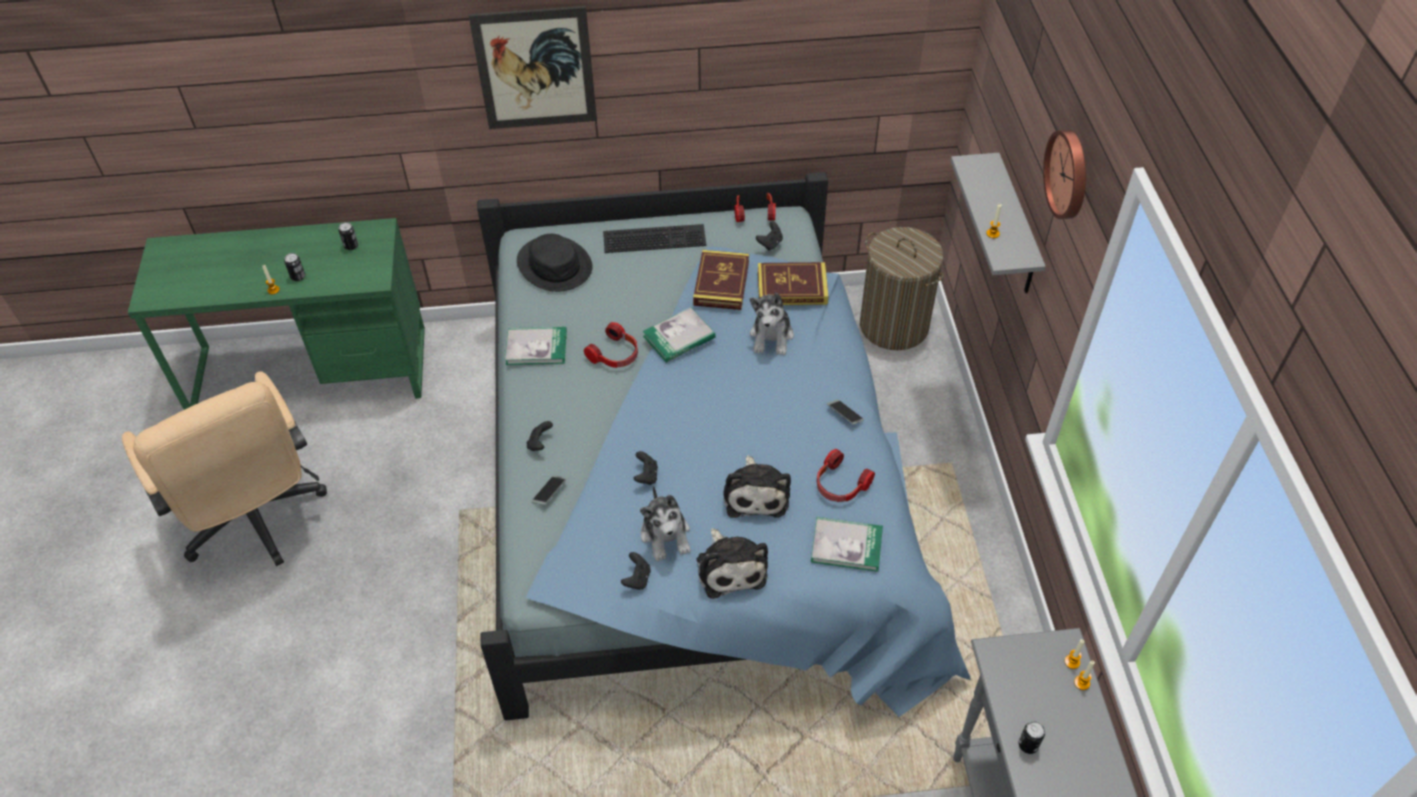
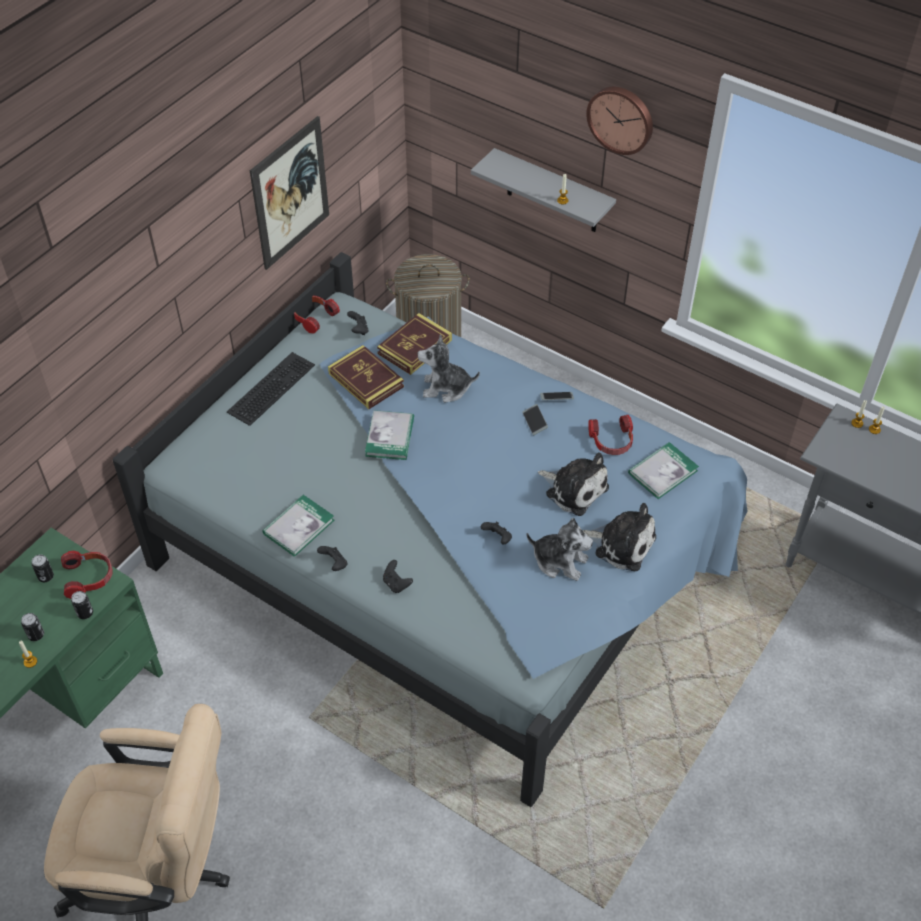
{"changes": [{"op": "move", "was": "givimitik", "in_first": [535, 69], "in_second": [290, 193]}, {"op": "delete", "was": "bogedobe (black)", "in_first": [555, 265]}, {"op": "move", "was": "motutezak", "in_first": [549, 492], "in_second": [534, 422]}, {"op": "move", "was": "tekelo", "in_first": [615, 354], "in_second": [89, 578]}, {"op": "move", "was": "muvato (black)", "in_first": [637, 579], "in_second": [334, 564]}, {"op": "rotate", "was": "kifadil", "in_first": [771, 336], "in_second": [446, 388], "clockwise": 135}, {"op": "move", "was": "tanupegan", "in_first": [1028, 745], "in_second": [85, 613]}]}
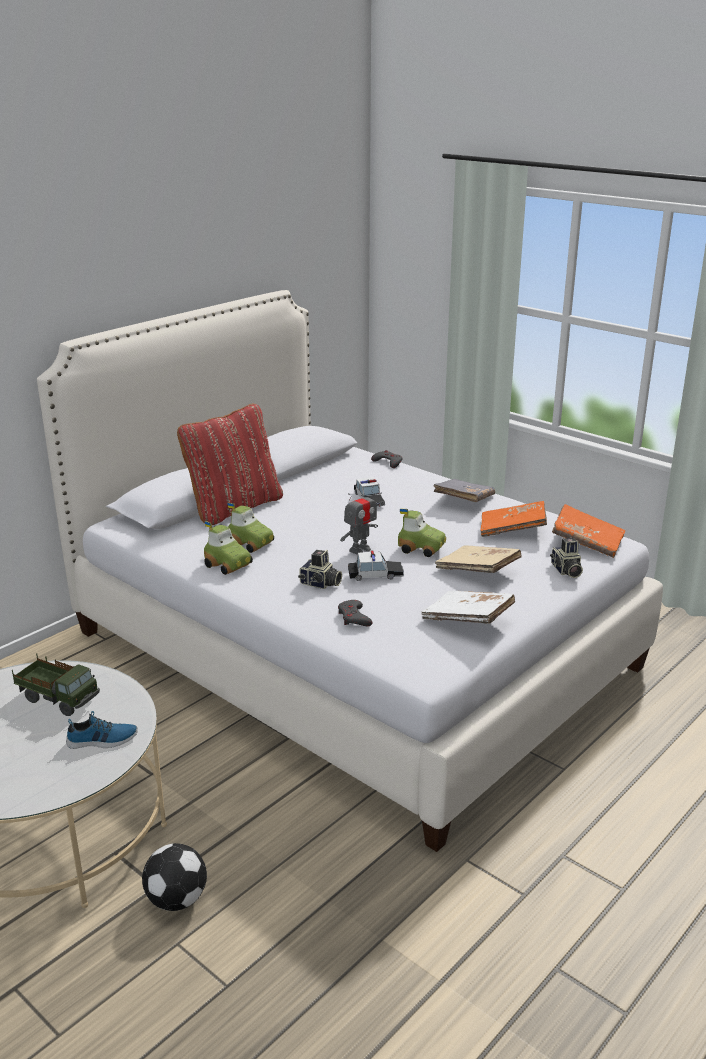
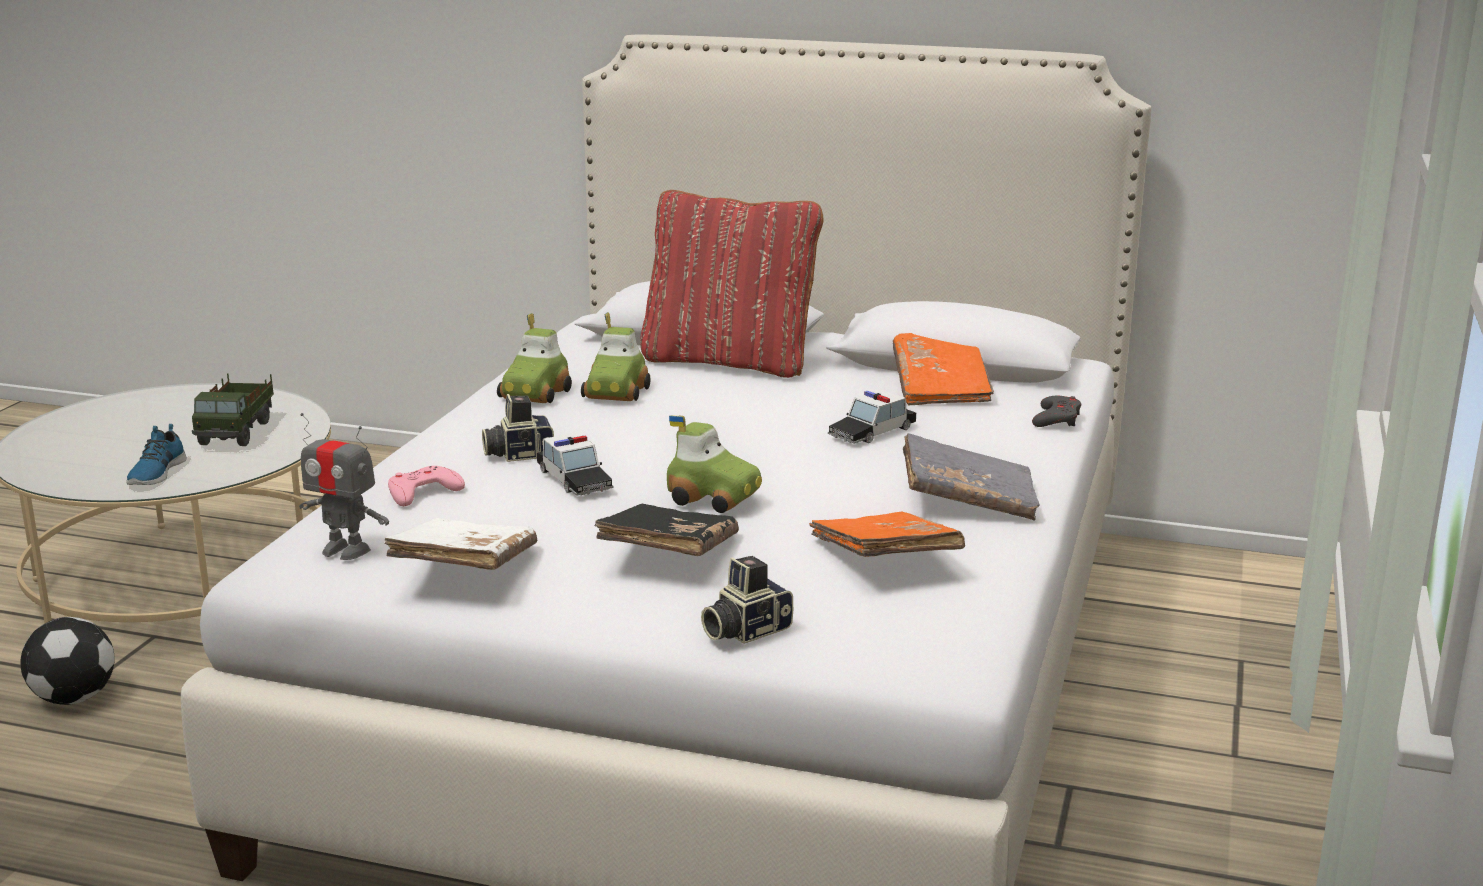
{"changes": [{"op": "rotate", "was": "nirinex", "in_first": [102, 740], "in_second": [155, 473], "clockwise": 45}, {"op": "rotate", "was": "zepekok", "in_first": [320, 584], "in_second": [518, 454], "clockwise": 75}, {"op": "recolor", "was": "muvato (grey)", "now": "muvato (pink)", "in_first": [354, 617], "in_second": [423, 492]}, {"op": "move", "was": "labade", "in_first": [360, 549], "in_second": [345, 550]}, {"op": "rotate", "was": "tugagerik", "in_first": [421, 548], "in_second": [715, 497], "clockwise": -60}, {"op": "recolor", "was": "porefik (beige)", "now": "porefik (black)", "in_first": [477, 571], "in_second": [668, 554]}, {"op": "move", "was": "porefik (orange)", "in_first": [587, 542], "in_second": [940, 387]}]}
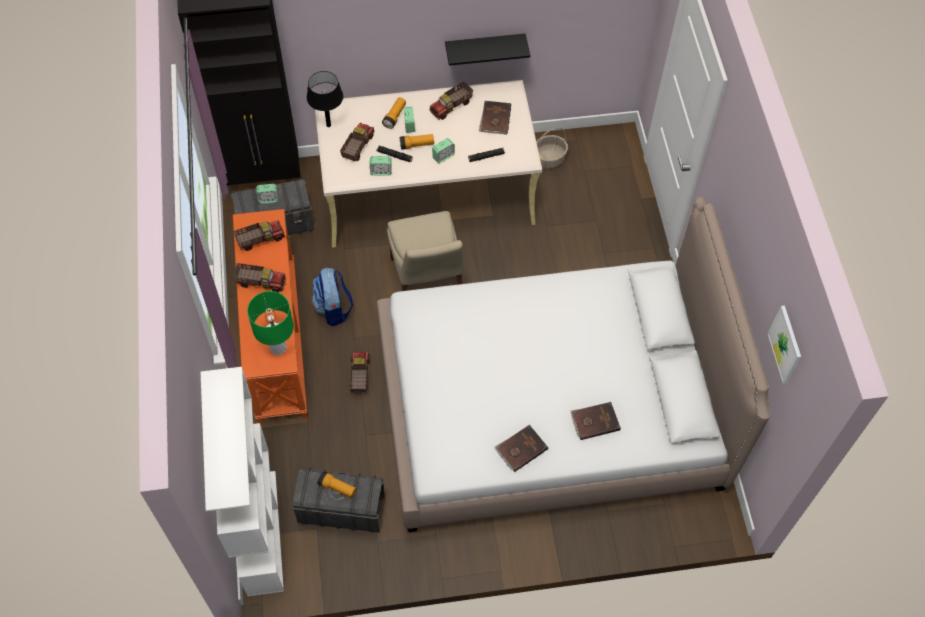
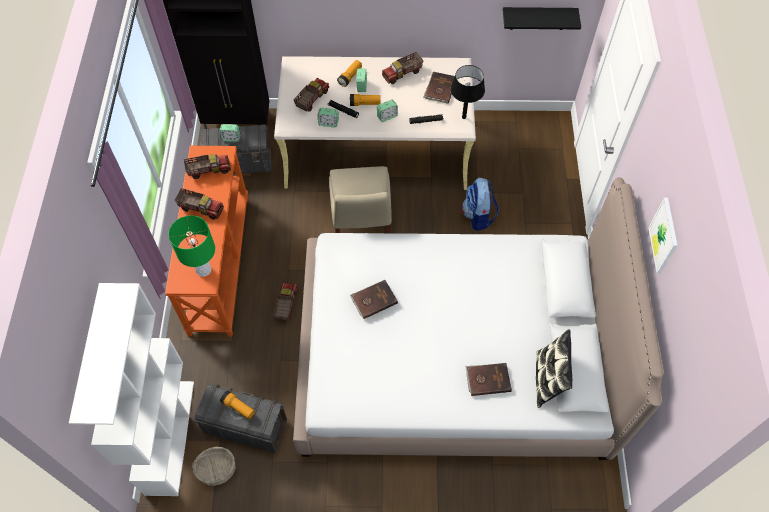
{"changes": [{"op": "move", "was": "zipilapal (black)", "in_first": [328, 125], "in_second": [463, 117]}, {"op": "move", "was": "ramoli", "in_first": [334, 309], "in_second": [478, 216]}, {"op": "move", "was": "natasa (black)", "in_first": [484, 48], "in_second": [538, 18]}, {"op": "move", "was": "porefik (brown)", "in_first": [521, 449], "in_second": [373, 299]}, {"op": "move", "was": "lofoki", "in_first": [548, 159], "in_second": [217, 470]}, {"op": "move", "was": "givimitik", "in_first": [785, 344], "in_second": [664, 236]}, {"op": "insert", "now": "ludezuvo", "in_second": [548, 379]}]}
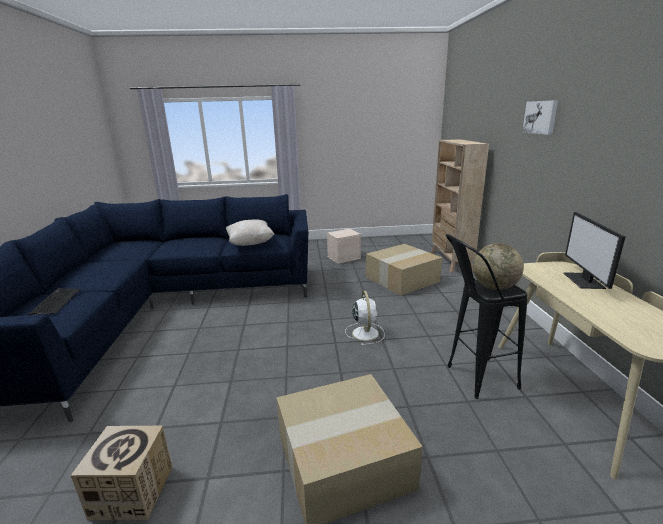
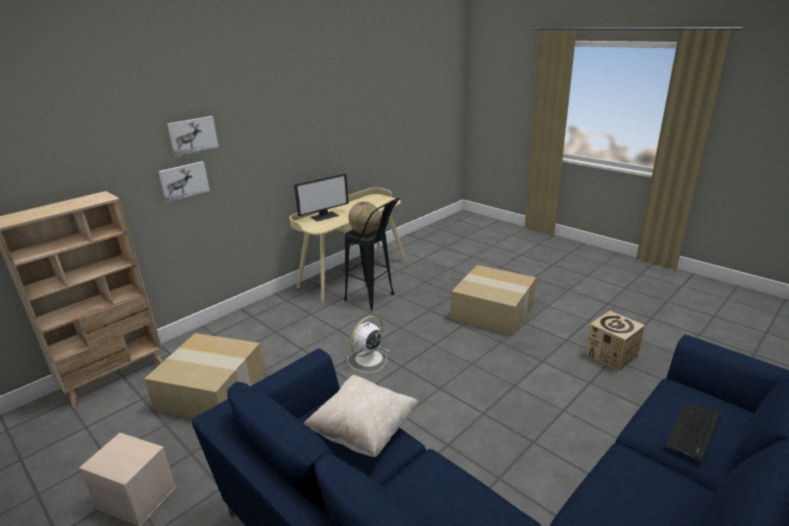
{"changes": [{"op": "insert", "now": "givimitik", "in_second": [184, 181]}]}
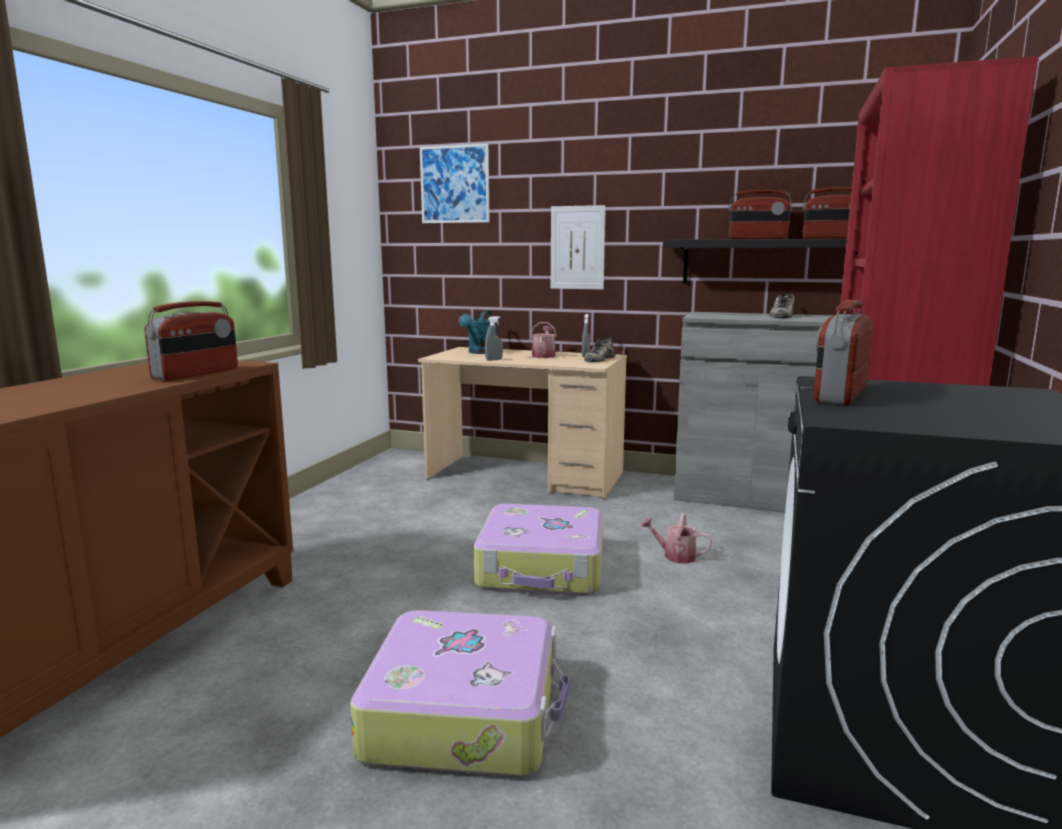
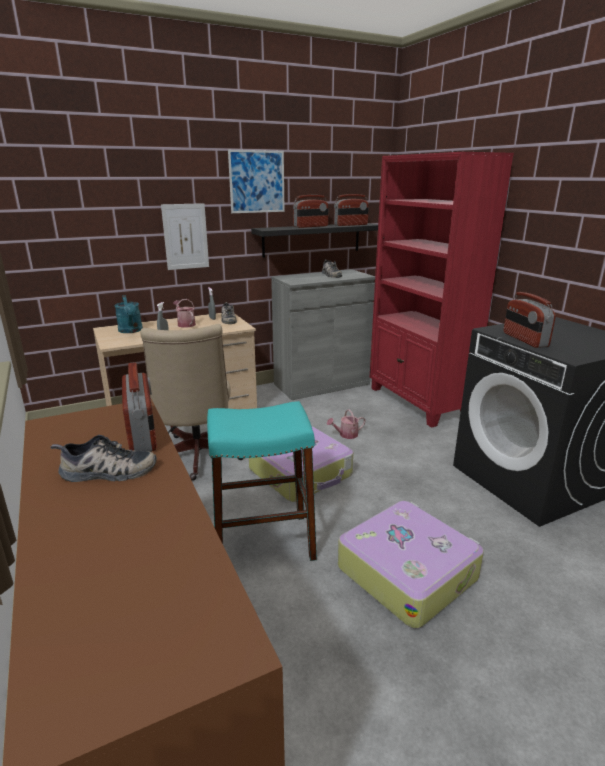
{"changes": [{"op": "move", "was": "givimitik", "in_first": [454, 184], "in_second": [257, 182]}, {"op": "insert", "now": "nirinex", "in_second": [107, 472]}, {"op": "insert", "now": "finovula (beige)", "in_second": [196, 458]}, {"op": "insert", "now": "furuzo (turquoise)", "in_second": [263, 542]}]}
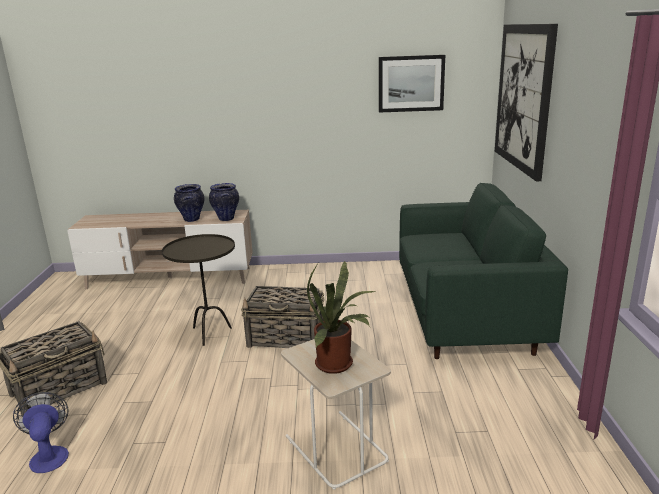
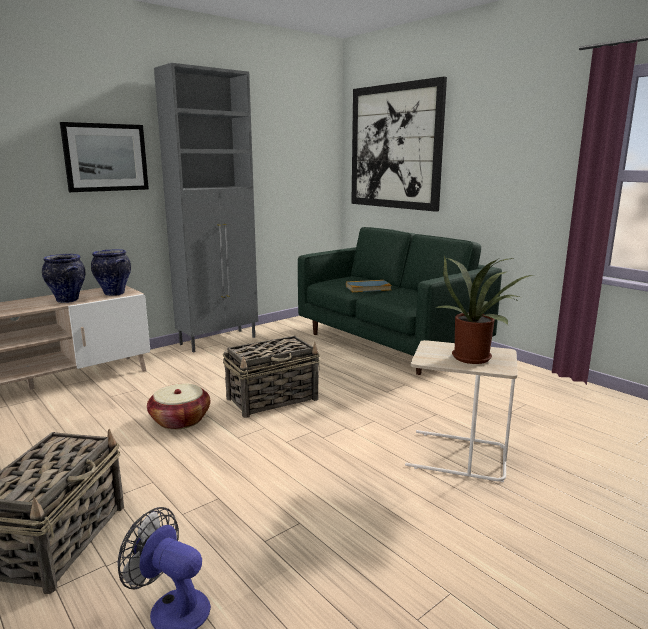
{"changes": [{"op": "replace", "was": "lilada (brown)", "now": "lofoki", "in_first": [209, 333], "in_second": [180, 420]}, {"op": "move", "was": "givimitik", "in_first": [411, 83], "in_second": [106, 157]}, {"op": "insert", "now": "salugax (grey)", "in_second": [219, 340]}, {"op": "insert", "now": "porefik", "in_second": [368, 288]}]}
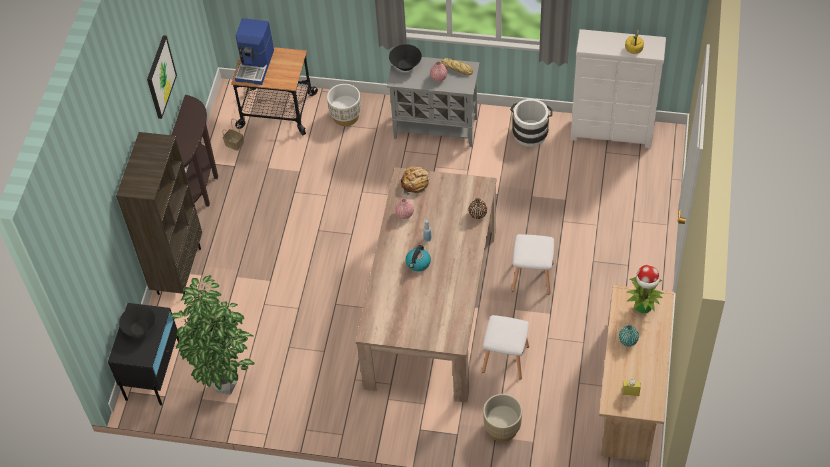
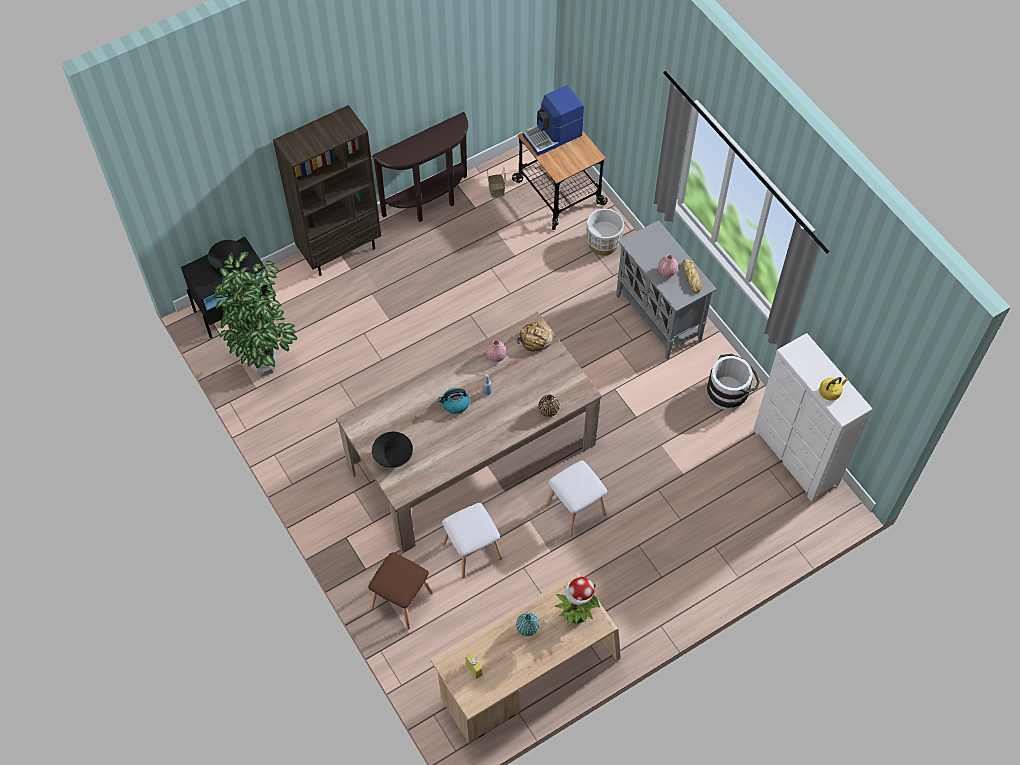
{"changes": [{"op": "delete", "was": "givimitik", "in_first": [160, 77]}, {"op": "move", "was": "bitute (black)", "in_first": [406, 65], "in_second": [393, 457]}, {"op": "replace", "was": "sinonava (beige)", "now": "furuzo (brown)", "in_first": [502, 428], "in_second": [401, 599]}]}
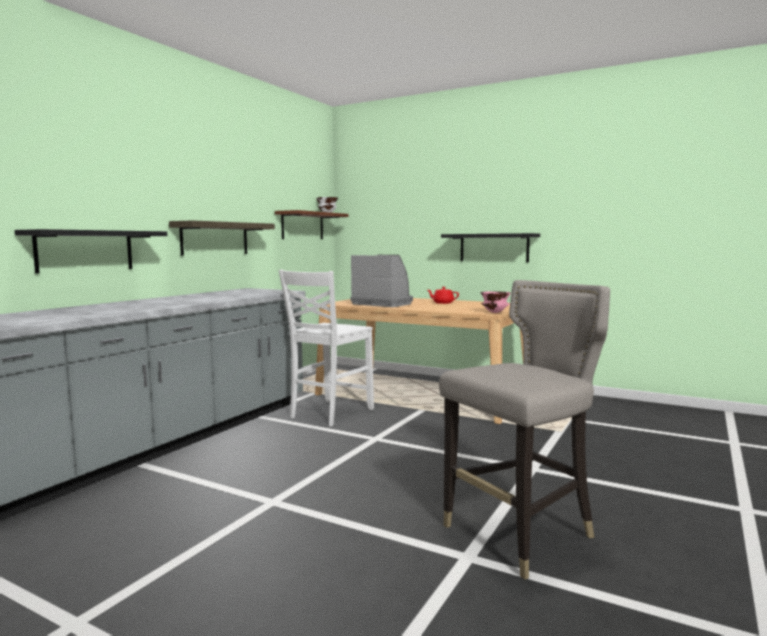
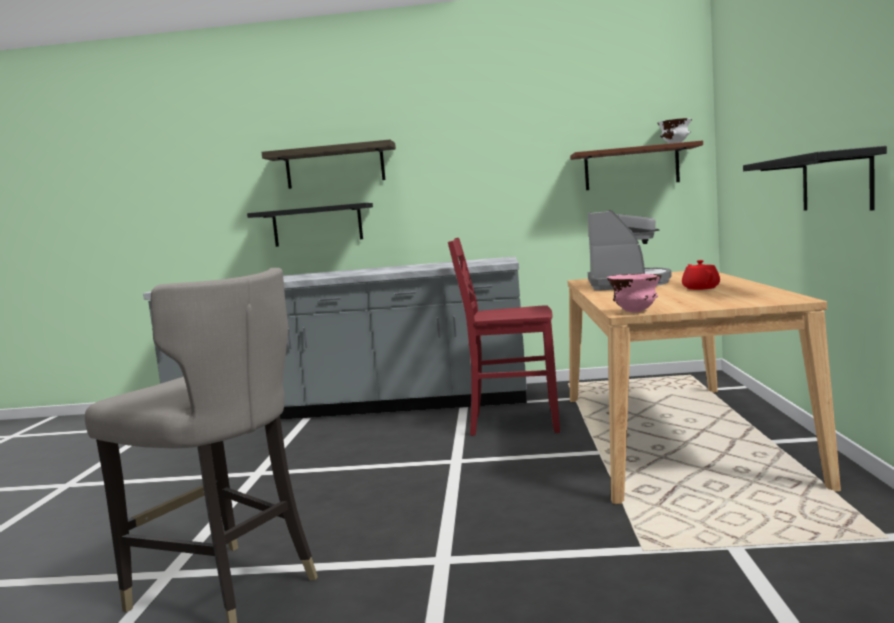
{"changes": [{"op": "move", "was": "natasa", "in_first": [215, 238], "in_second": [335, 166]}, {"op": "recolor", "was": "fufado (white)", "now": "fufado (red)", "in_first": [329, 413], "in_second": [512, 423]}]}
